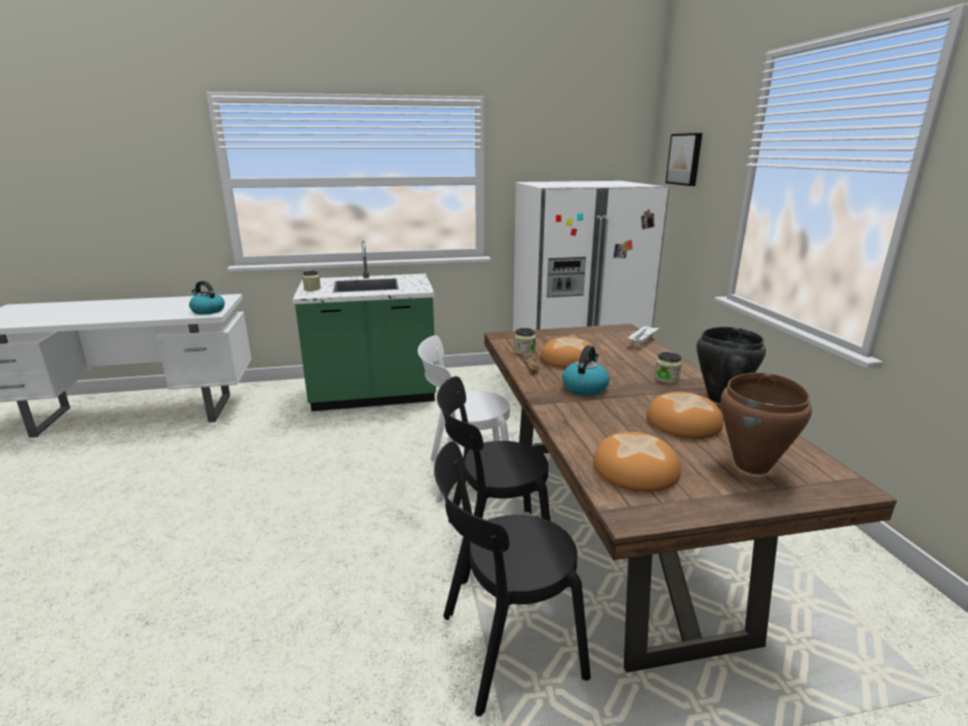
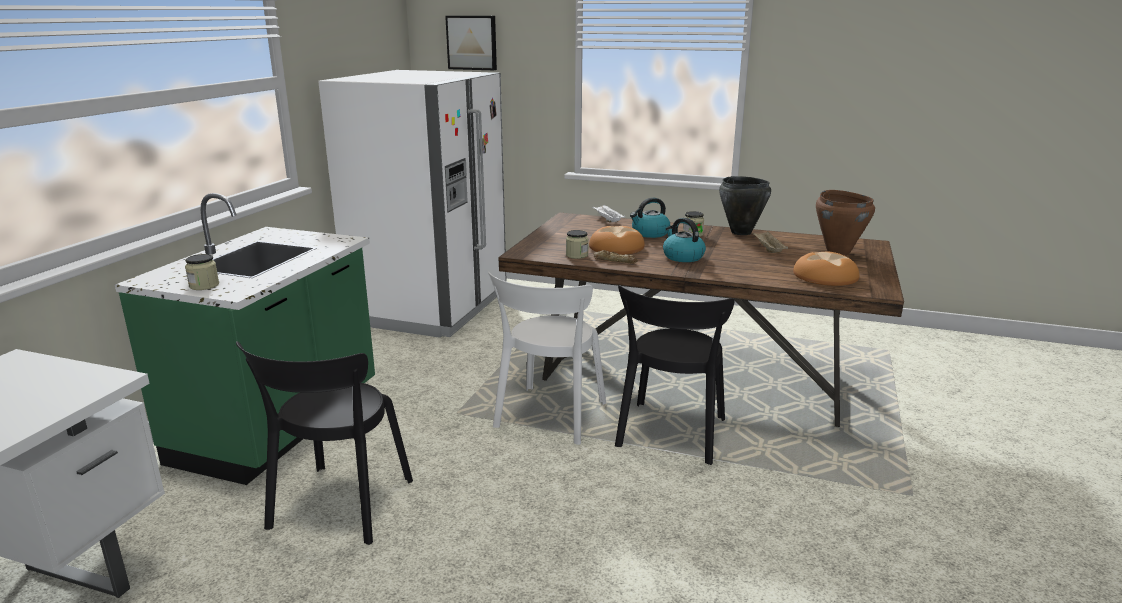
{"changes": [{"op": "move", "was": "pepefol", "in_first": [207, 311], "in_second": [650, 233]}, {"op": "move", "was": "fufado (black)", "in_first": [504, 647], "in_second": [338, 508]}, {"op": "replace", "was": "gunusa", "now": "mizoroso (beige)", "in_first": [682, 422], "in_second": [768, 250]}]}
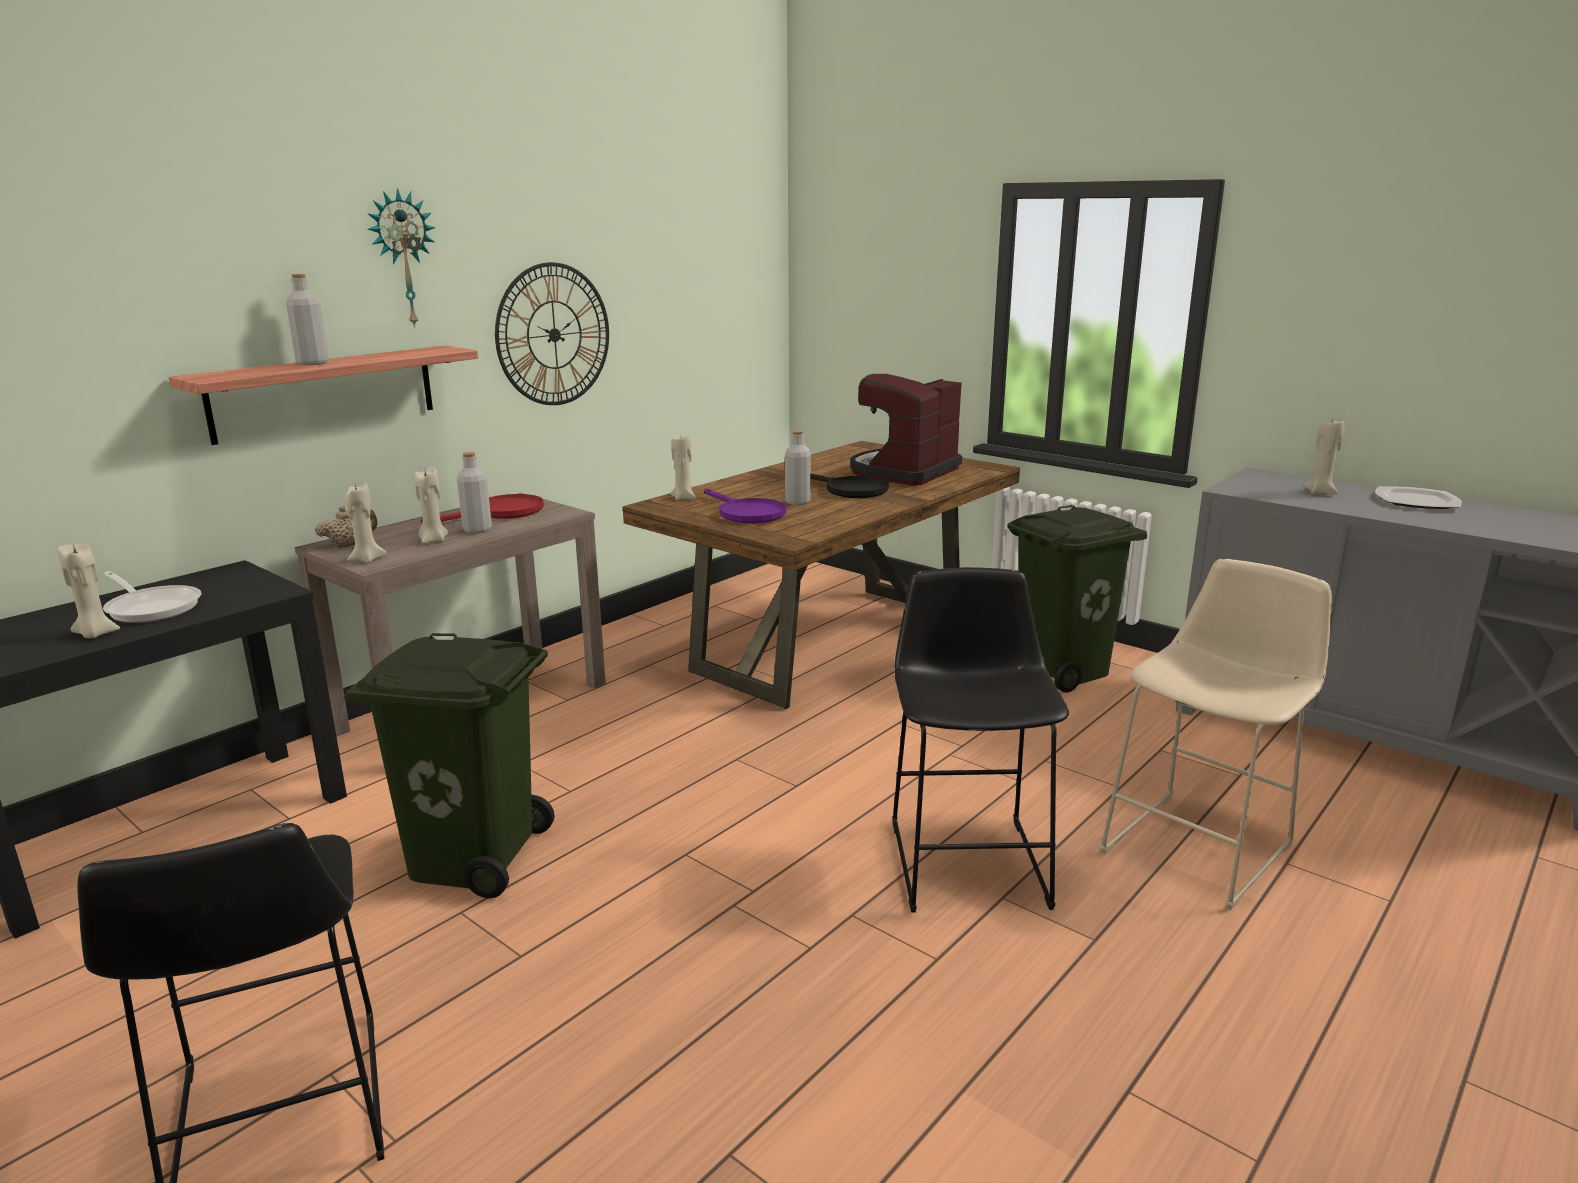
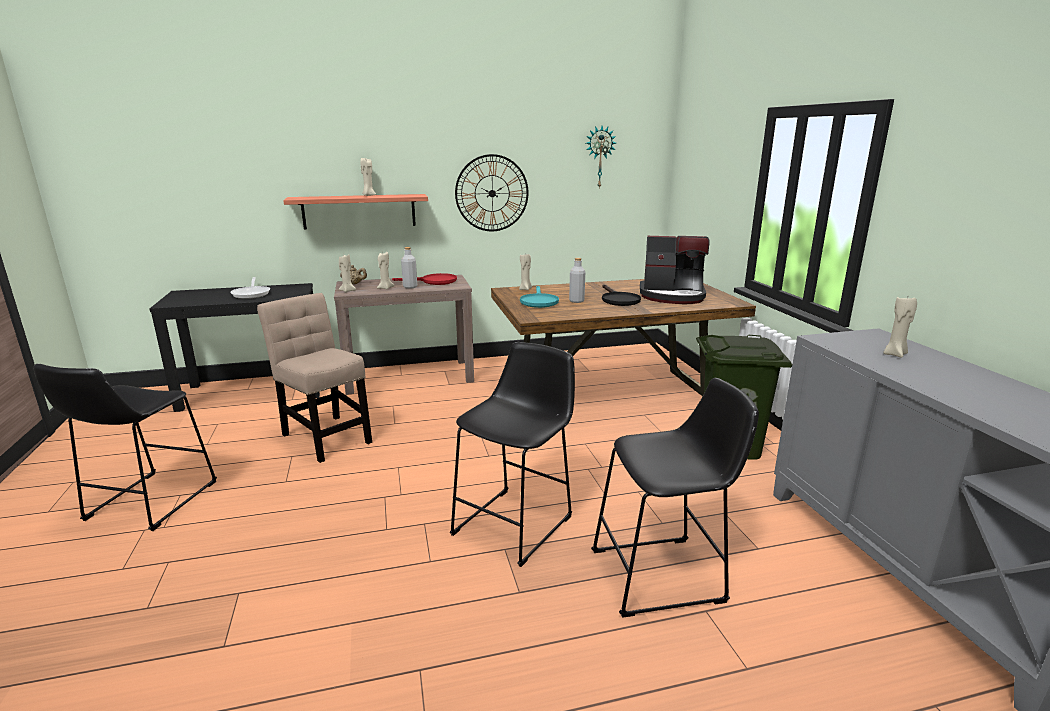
{"changes": [{"op": "move", "was": "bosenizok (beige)", "in_first": [95, 634], "in_second": [368, 195]}, {"op": "delete", "was": "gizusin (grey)", "in_first": [312, 363]}, {"op": "replace", "was": "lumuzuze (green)", "now": "fufado (beige)", "in_first": [473, 856], "in_second": [325, 436]}, {"op": "move", "was": "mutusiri", "in_first": [403, 259], "in_second": [599, 157]}, {"op": "recolor", "was": "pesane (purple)", "now": "pesane (turquoise)", "in_first": [746, 513], "in_second": [538, 301]}, {"op": "rotate", "was": "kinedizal", "in_first": [903, 472], "in_second": [672, 296], "clockwise": -150}, {"op": "recolor", "was": "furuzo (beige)", "now": "furuzo (black)", "in_first": [1203, 845], "in_second": [664, 575]}, {"op": "delete", "was": "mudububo", "in_first": [1416, 501]}]}
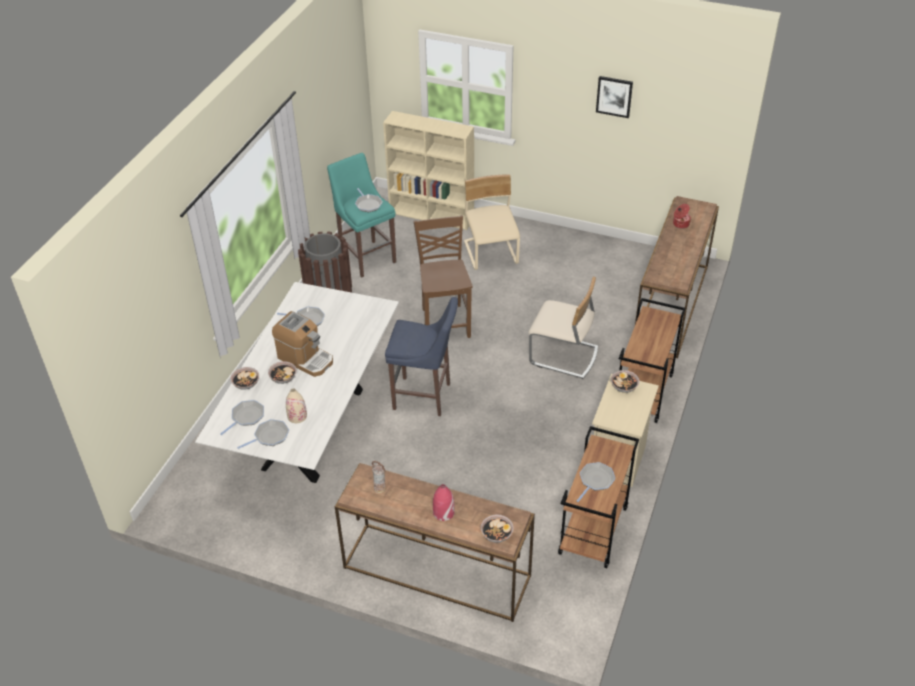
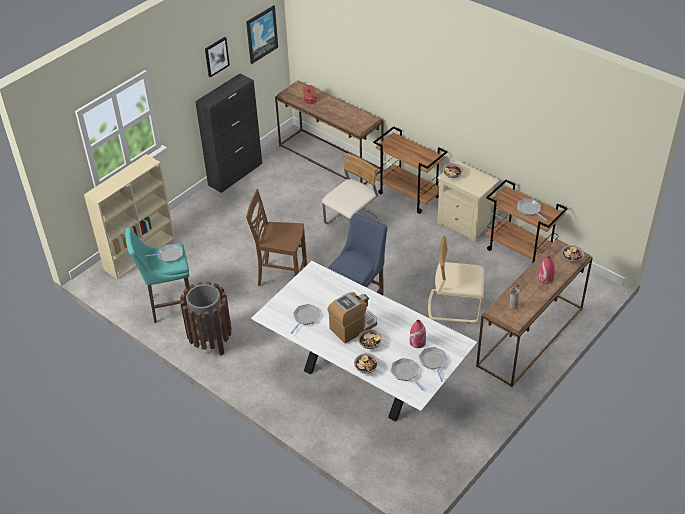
{"changes": [{"op": "recolor", "was": "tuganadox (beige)", "now": "tuganadox (red)", "in_first": [297, 416], "in_second": [417, 342]}, {"op": "move", "was": "fufado (beige)", "in_first": [491, 253], "in_second": [454, 306]}, {"op": "insert", "now": "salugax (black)", "in_second": [235, 174]}, {"op": "insert", "now": "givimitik", "in_second": [261, 34]}]}
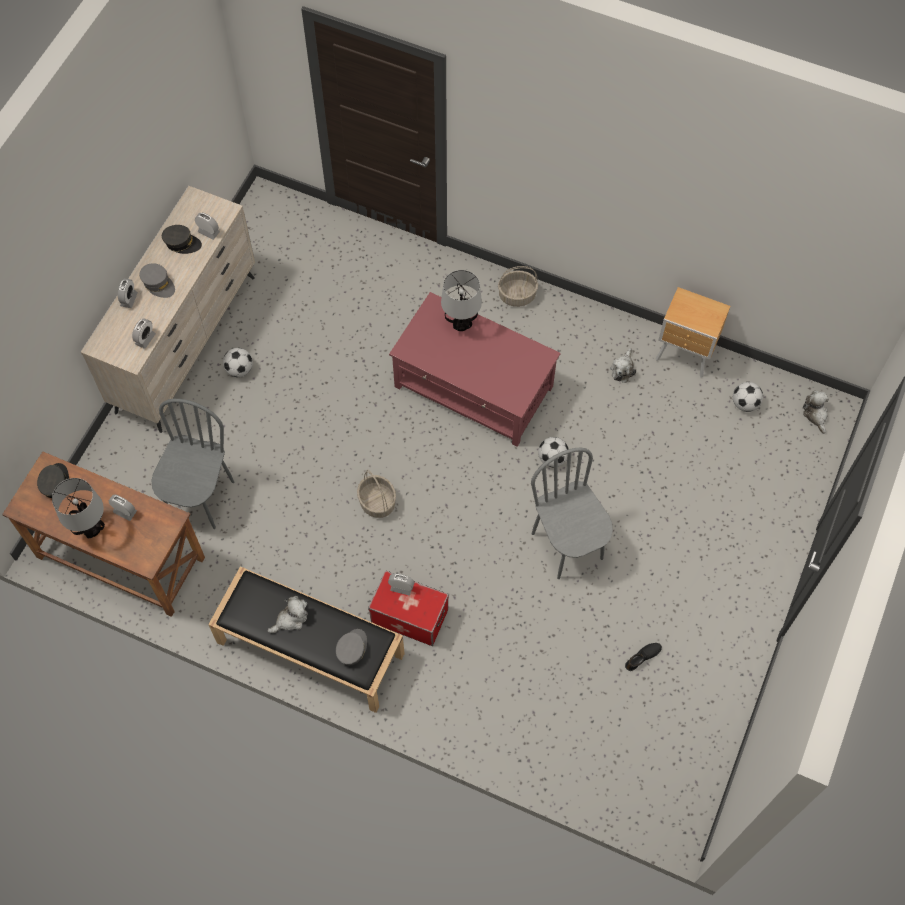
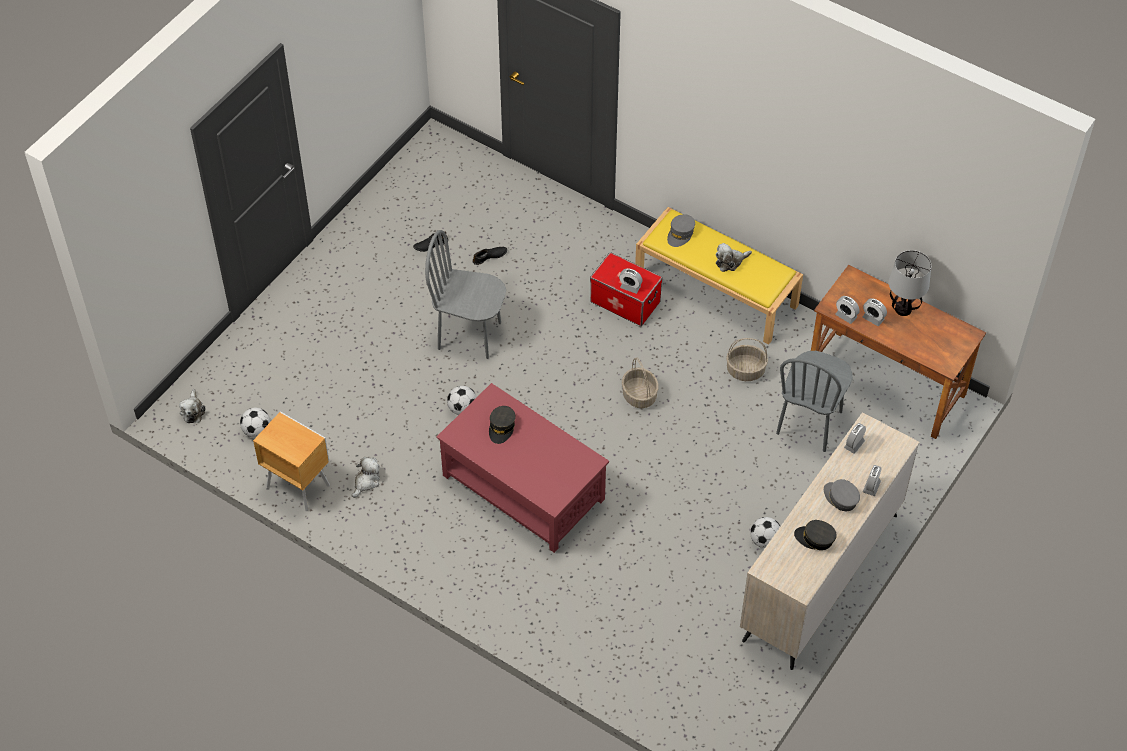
{"changes": [{"op": "move", "was": "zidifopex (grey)", "in_first": [55, 482], "in_second": [501, 428]}, {"op": "move", "was": "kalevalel", "in_first": [209, 232], "in_second": [846, 316]}, {"op": "recolor", "was": "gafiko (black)", "now": "gafiko (yellow)", "in_first": [309, 648], "in_second": [717, 290]}, {"op": "delete", "was": "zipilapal", "in_first": [461, 324]}, {"op": "move", "was": "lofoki", "in_first": [517, 295], "in_second": [745, 371]}, {"op": "rotate", "was": "fufado (grey)", "in_first": [568, 545], "in_second": [469, 335], "clockwise": 120}, {"op": "insert", "now": "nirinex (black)", "in_second": [489, 257]}]}
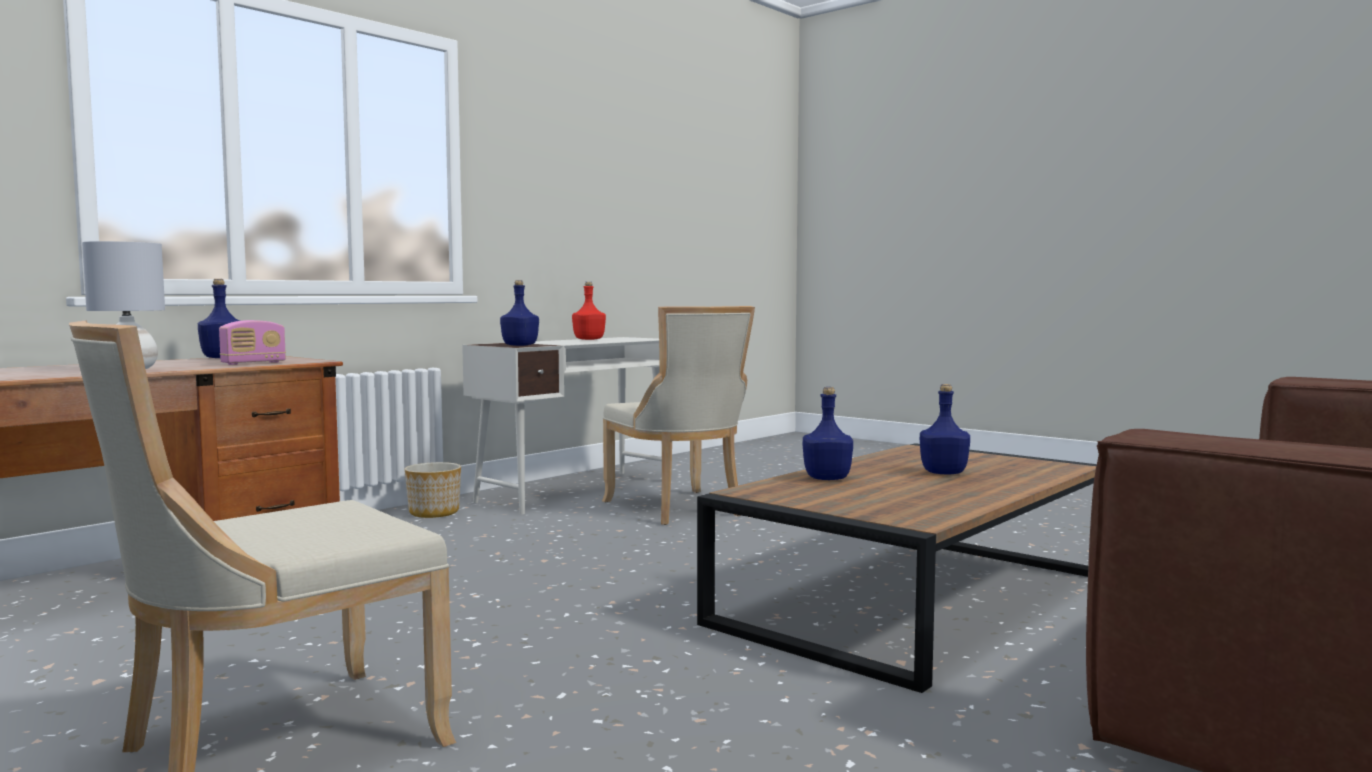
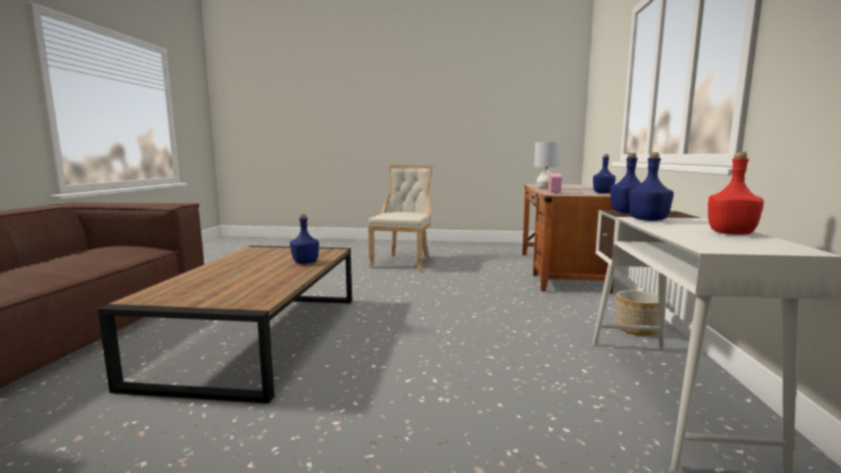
{"changes": [{"op": "delete", "was": "fufado (beige)", "in_first": [678, 509]}, {"op": "move", "was": "gizusin (blue)", "in_first": [942, 473], "in_second": [648, 220]}]}
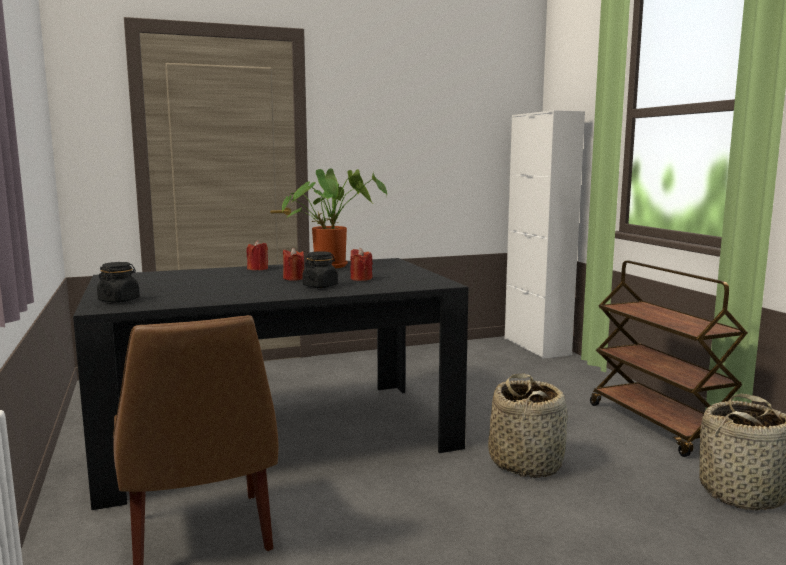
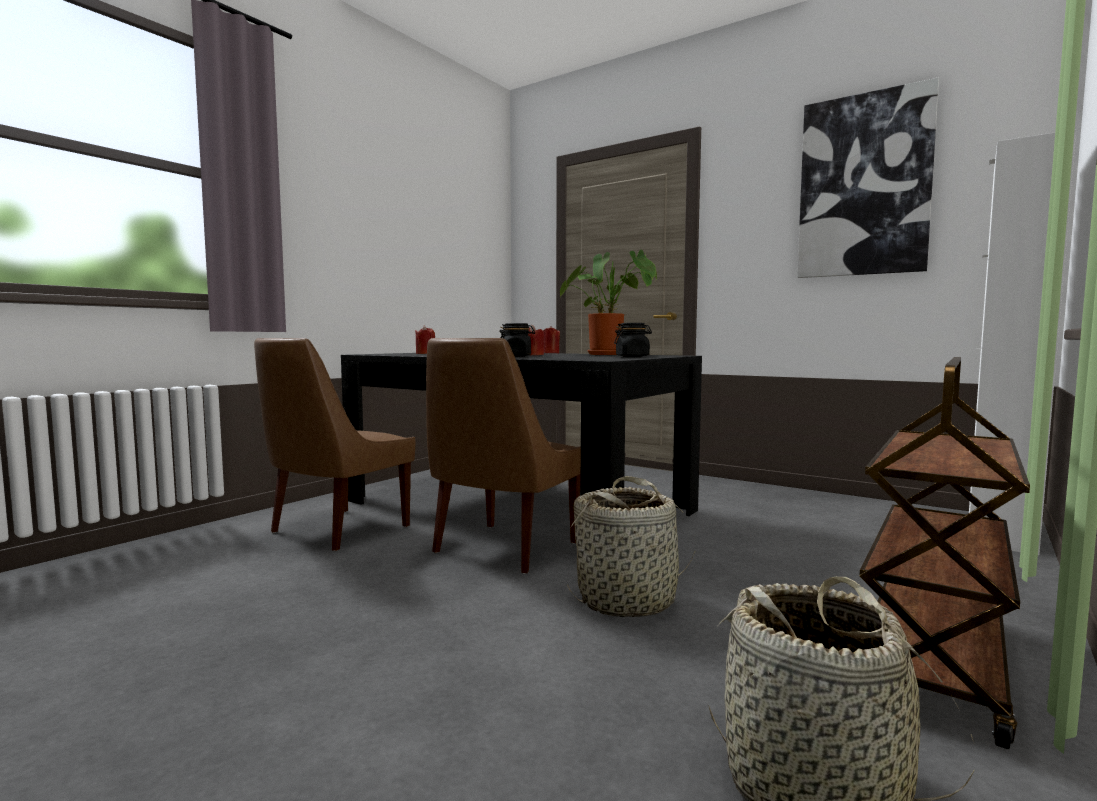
{"changes": [{"op": "move", "was": "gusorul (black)", "in_first": [119, 300], "in_second": [632, 357]}, {"op": "move", "was": "bosenizok (red)", "in_first": [361, 279], "in_second": [425, 353]}, {"op": "insert", "now": "fufado (brown)", "in_second": [502, 549]}, {"op": "insert", "now": "givimitik", "in_second": [864, 186]}]}
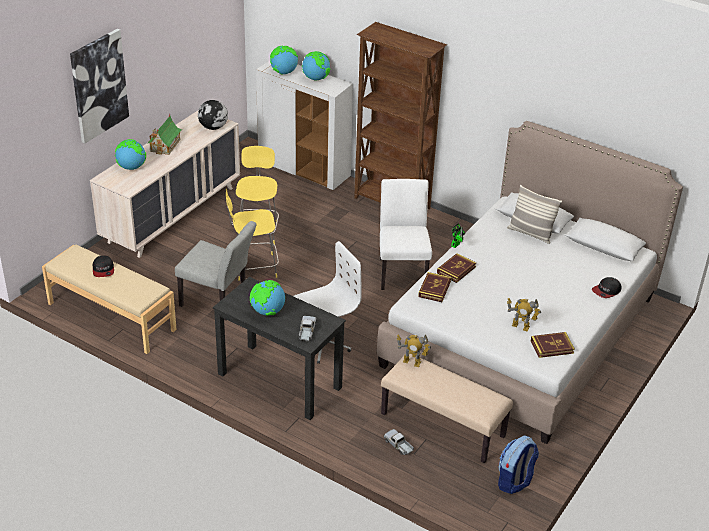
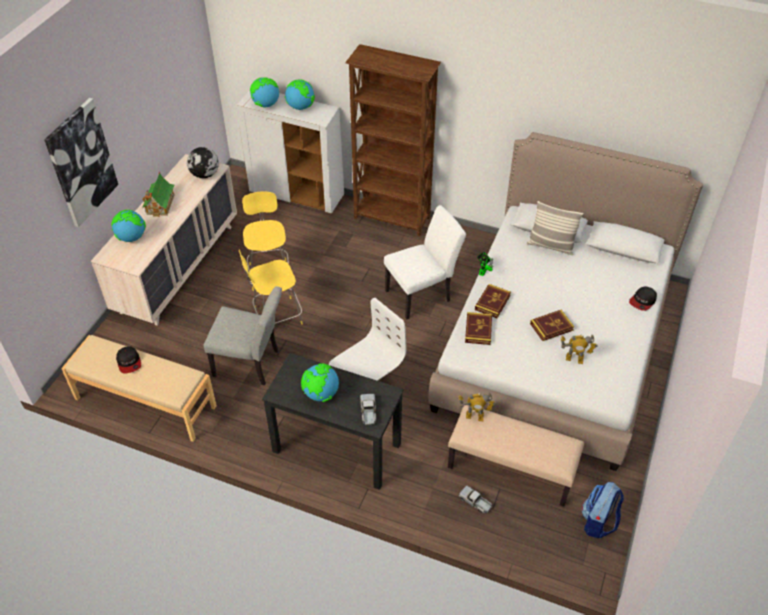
{"changes": [{"op": "rotate", "was": "fufado (white)", "in_first": [402, 270], "in_second": [422, 294], "clockwise": 75}, {"op": "move", "was": "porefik", "in_first": [552, 347], "in_second": [551, 327]}]}
